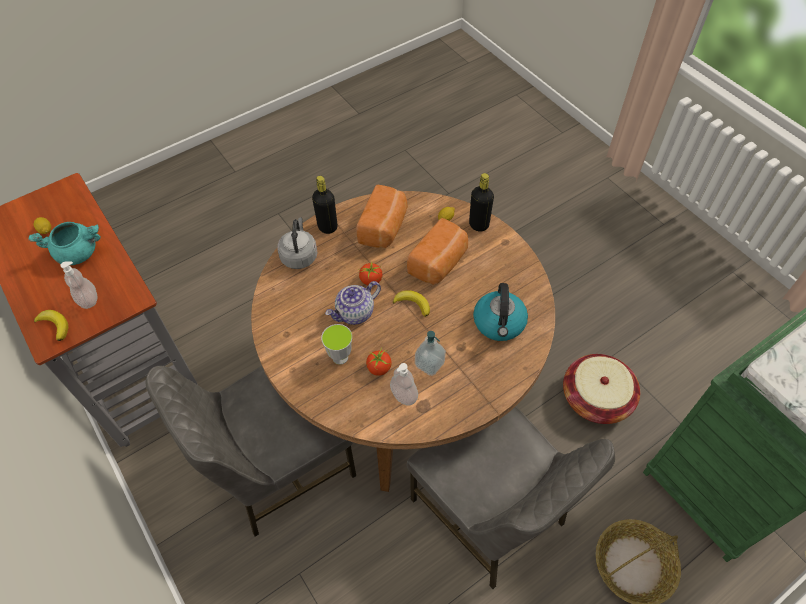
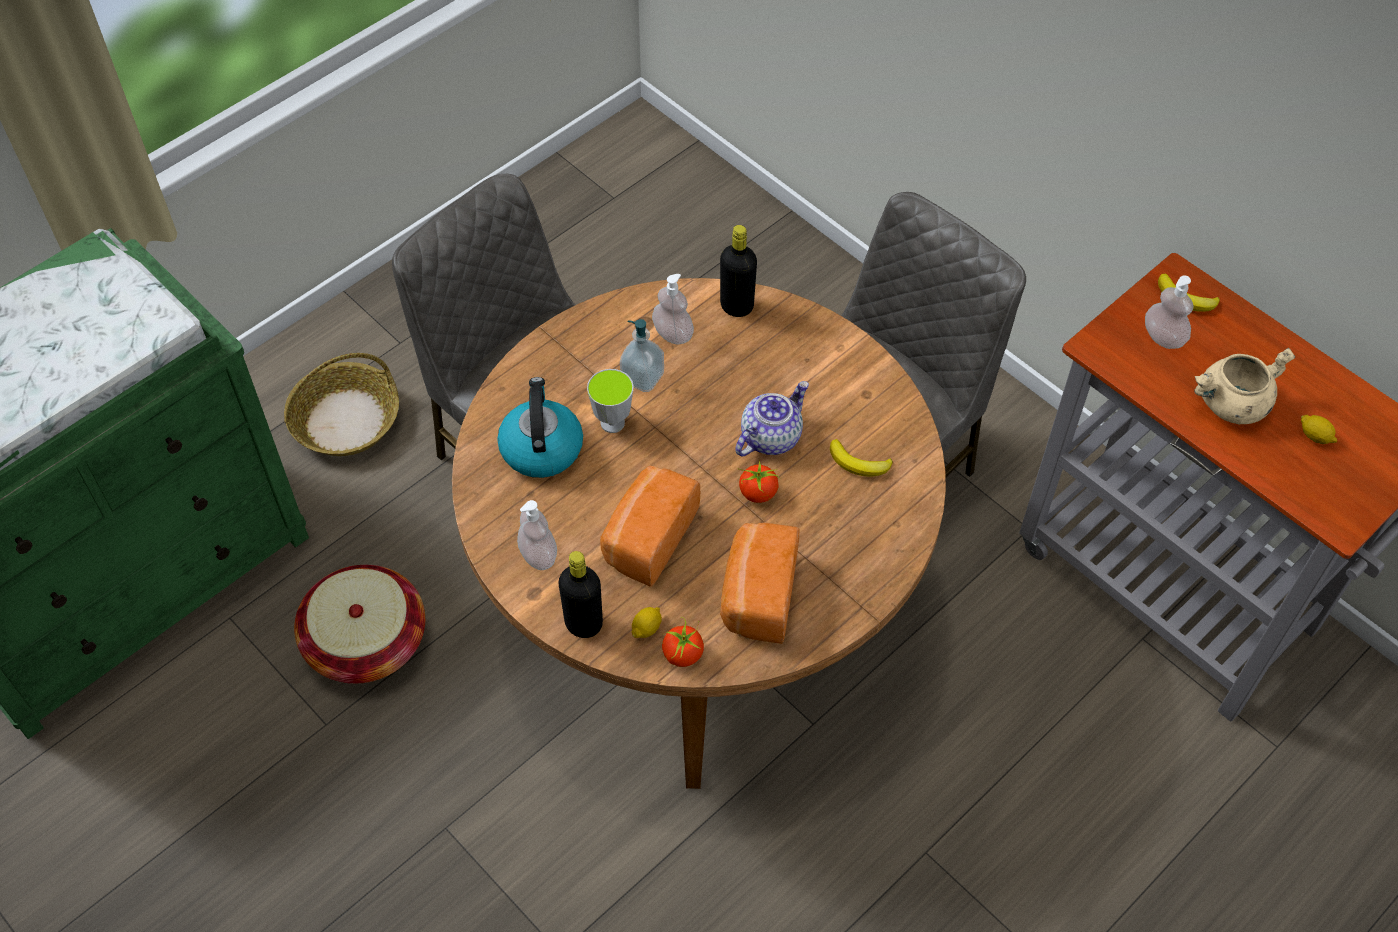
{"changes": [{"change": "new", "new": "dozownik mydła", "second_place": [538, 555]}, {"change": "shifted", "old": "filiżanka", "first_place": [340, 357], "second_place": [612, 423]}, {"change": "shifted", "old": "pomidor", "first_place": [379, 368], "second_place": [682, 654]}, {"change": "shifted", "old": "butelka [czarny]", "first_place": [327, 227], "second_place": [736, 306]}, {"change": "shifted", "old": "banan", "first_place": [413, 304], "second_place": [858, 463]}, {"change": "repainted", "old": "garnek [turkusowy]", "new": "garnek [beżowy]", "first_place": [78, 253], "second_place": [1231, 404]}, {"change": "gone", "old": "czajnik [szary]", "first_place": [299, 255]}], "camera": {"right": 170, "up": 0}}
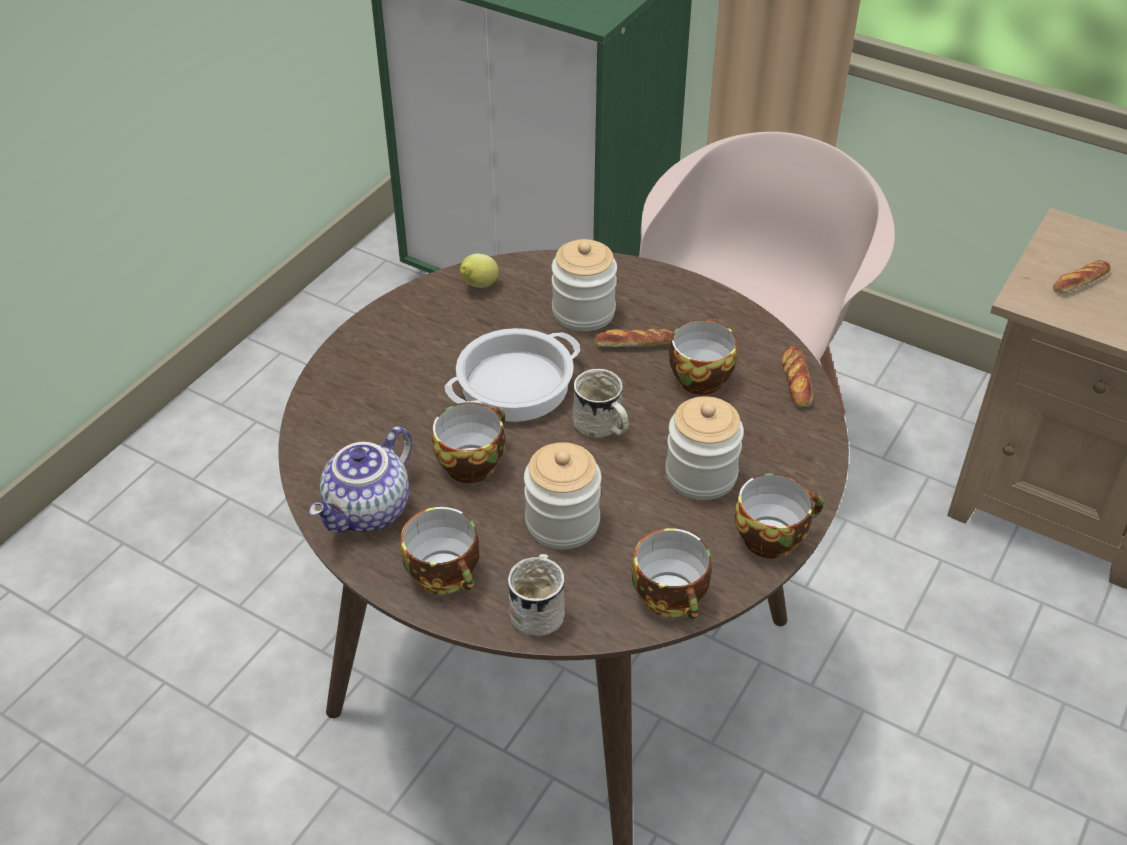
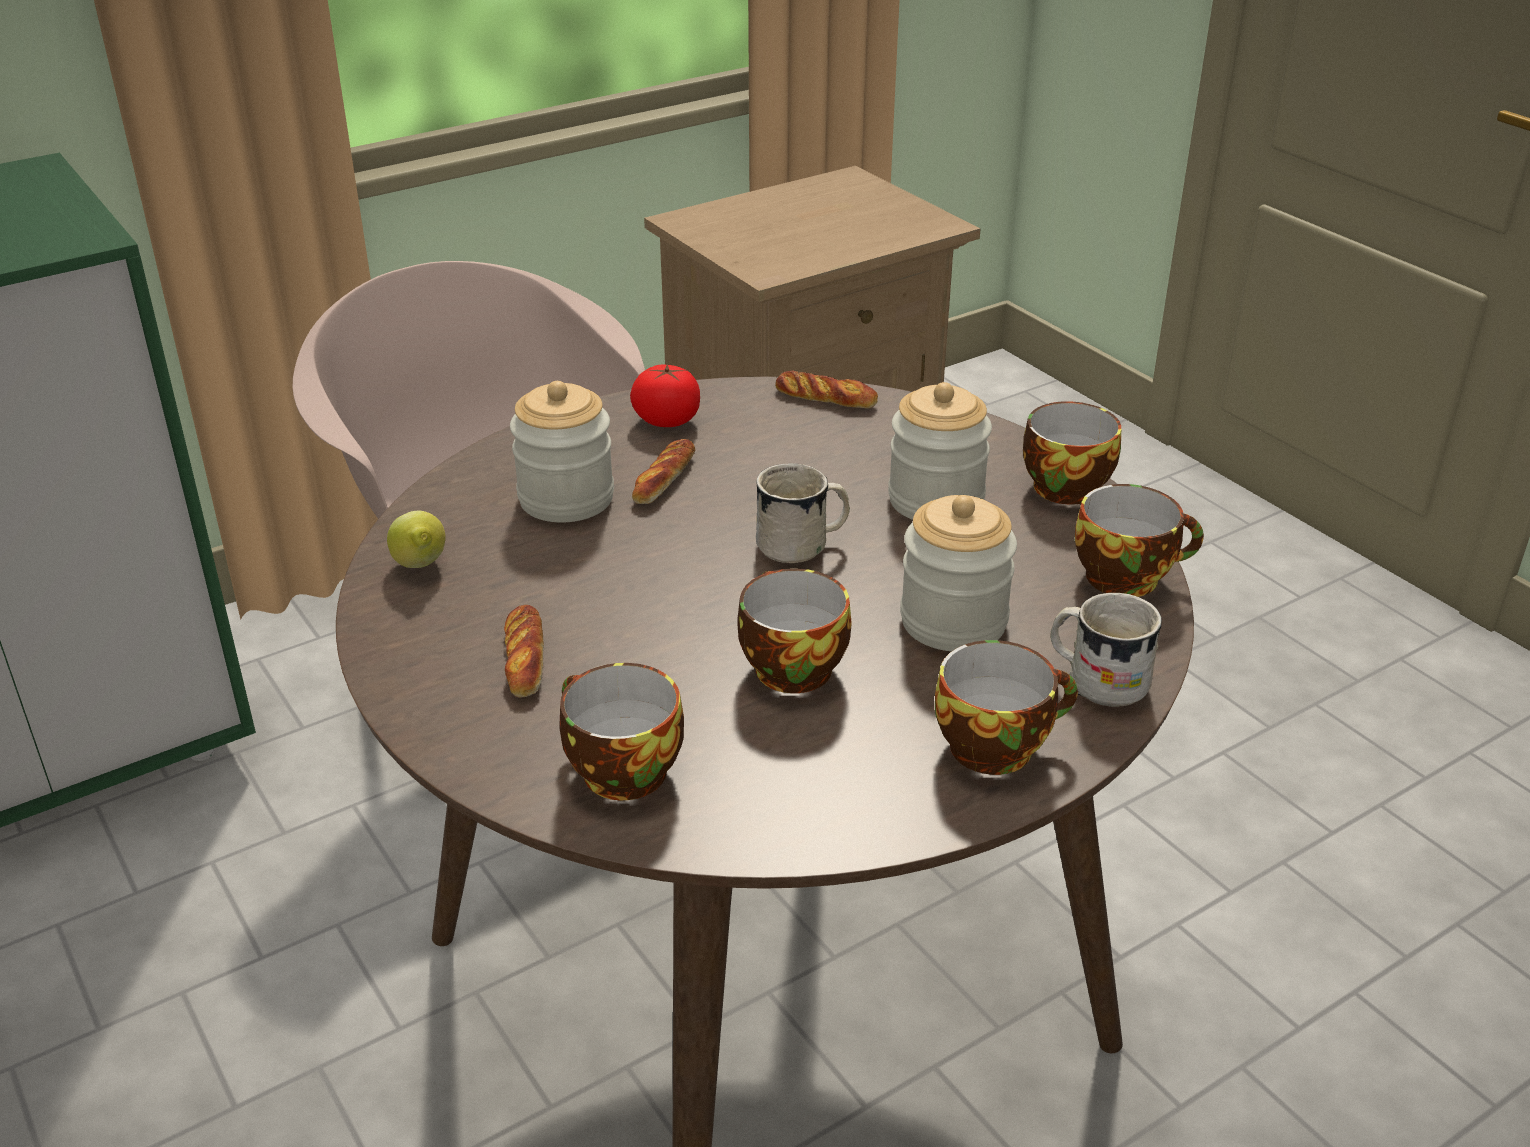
{"changes": [{"change": "shifted", "old": "chleb", "first_place": [1080, 281], "second_place": [525, 658]}, {"change": "shifted", "old": "filiżanka", "first_place": [699, 376], "second_place": [617, 771]}, {"change": "new", "new": "pomidor", "second_place": [667, 420]}, {"change": "gone", "old": "imbryk", "first_place": [369, 512]}, {"change": "gone", "old": "garnek", "first_place": [515, 384]}], "camera": {"right": -65, "up": -10}}
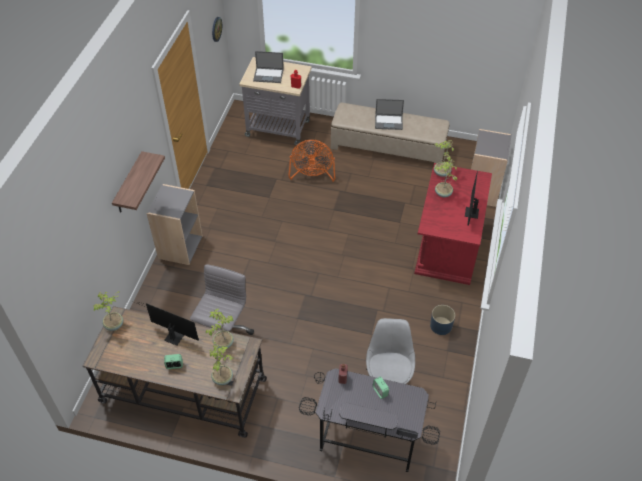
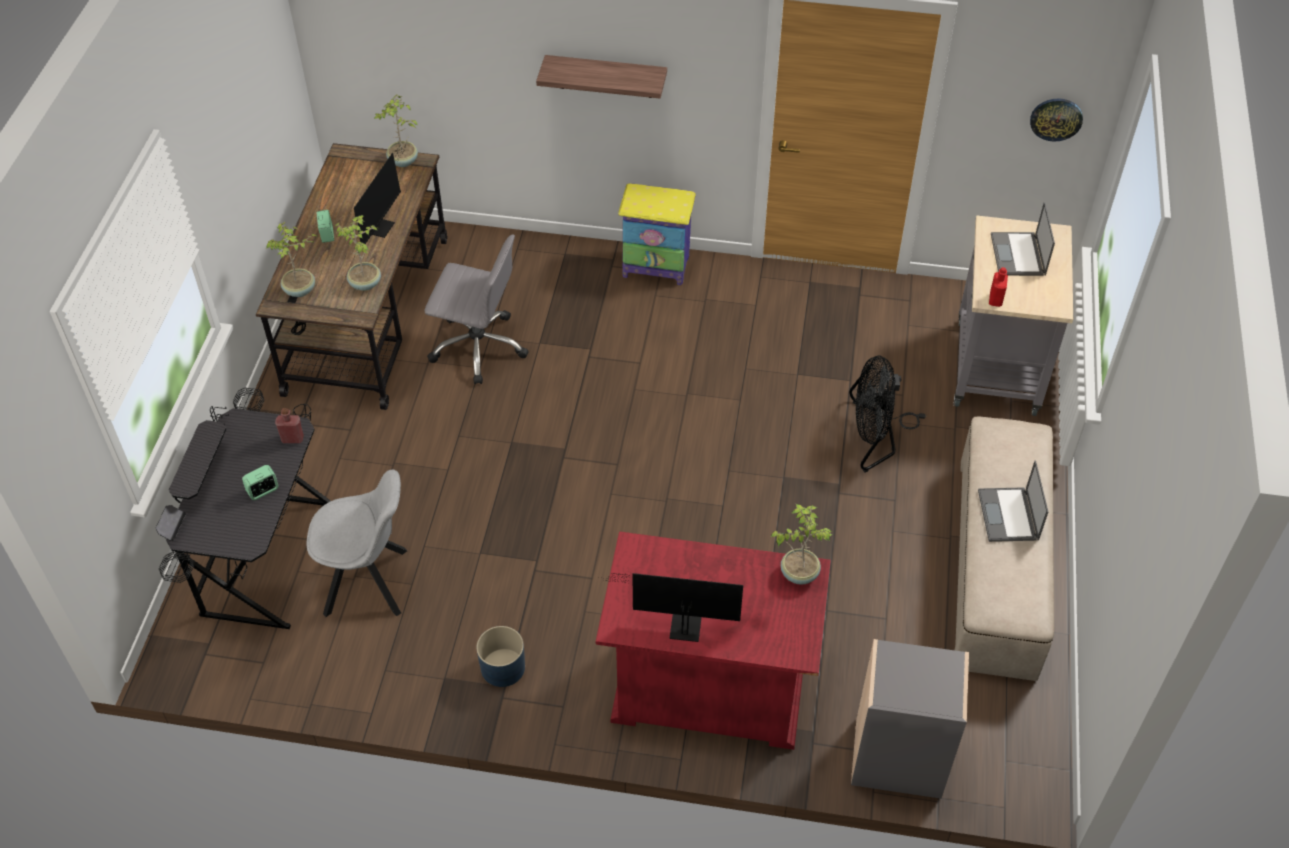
{"changes": [{"change": "swapped", "old": "regał [szary]", "new": "szafka nocna", "first_place": [180, 246], "second_place": [657, 268]}, {"change": "repainted", "old": "wentylator [pomarańczowy]", "new": "wentylator [czarny]", "first_place": [311, 173], "second_place": [877, 433]}, {"change": "gone", "old": "roślina doniczkowa", "first_place": [443, 194]}], "camera": {"right": 85, "up": 0}}
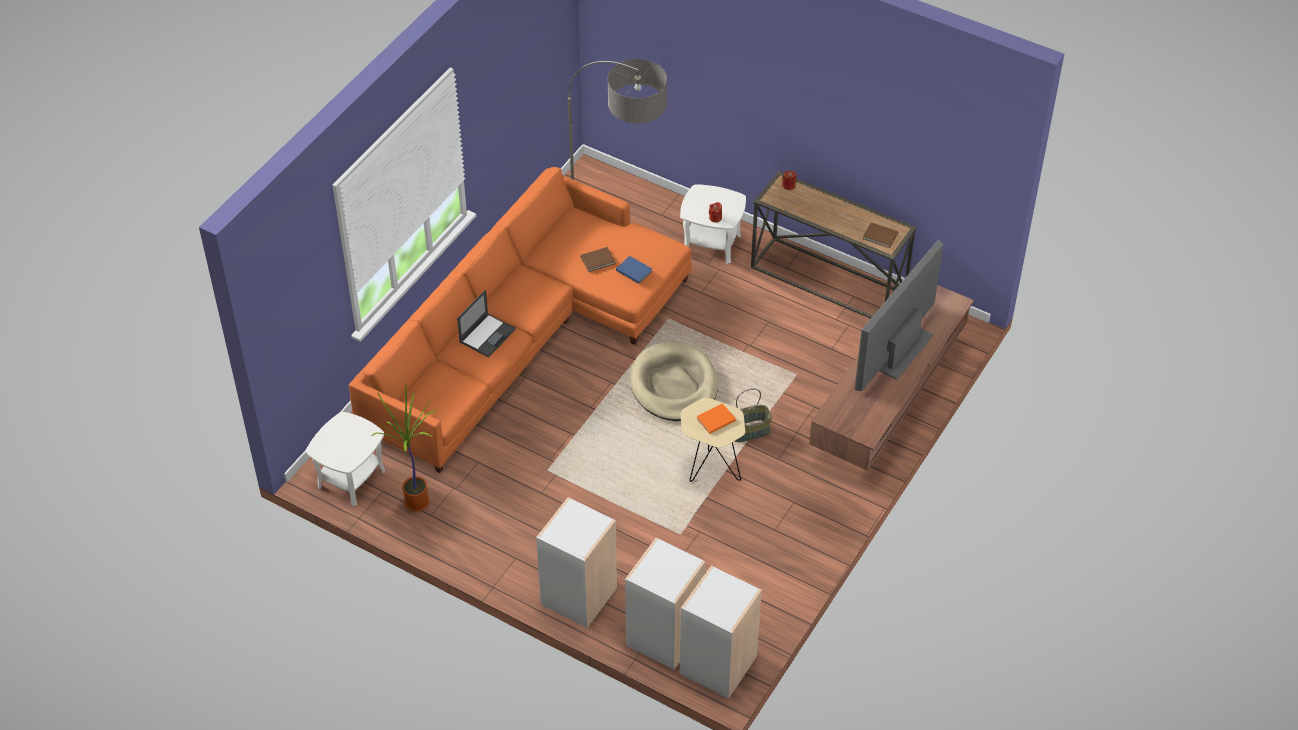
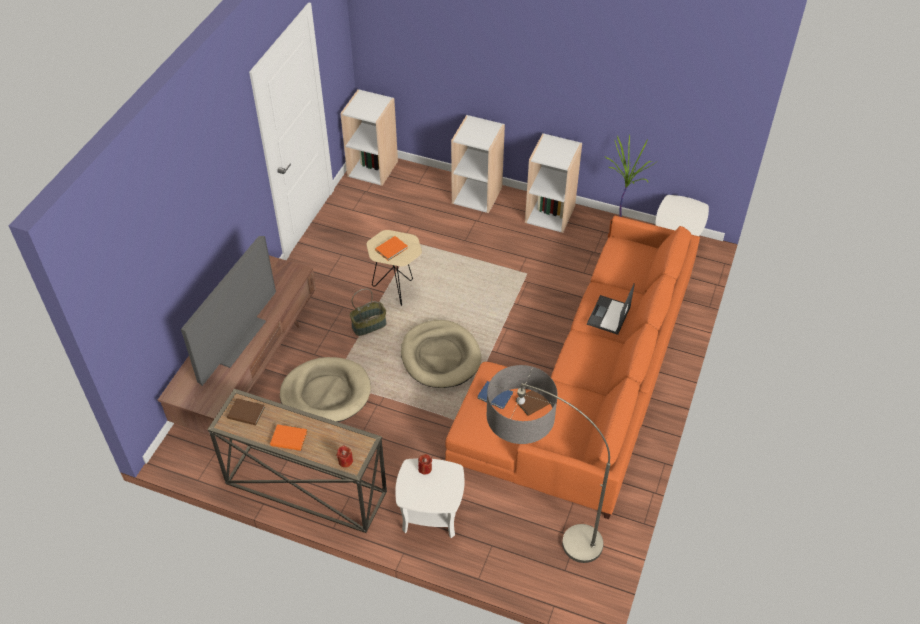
{"changes": [{"change": "new", "new": "książka [pomarańczowy]", "second_place": [288, 438]}, {"change": "new", "new": "legowisko [beżowy]", "second_place": [326, 393]}, {"change": "shifted", "old": "regał", "first_place": [664, 636], "second_place": [550, 214]}], "camera": {"right": 170, "up": 0}}
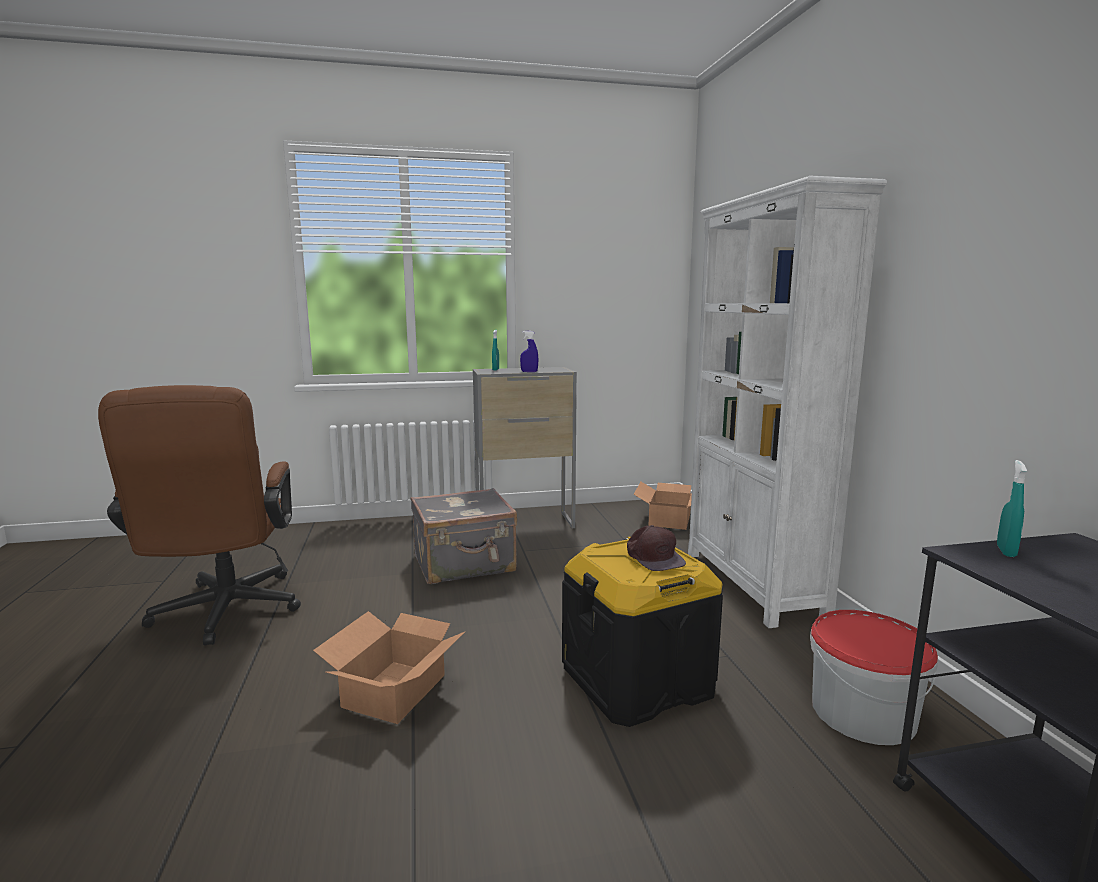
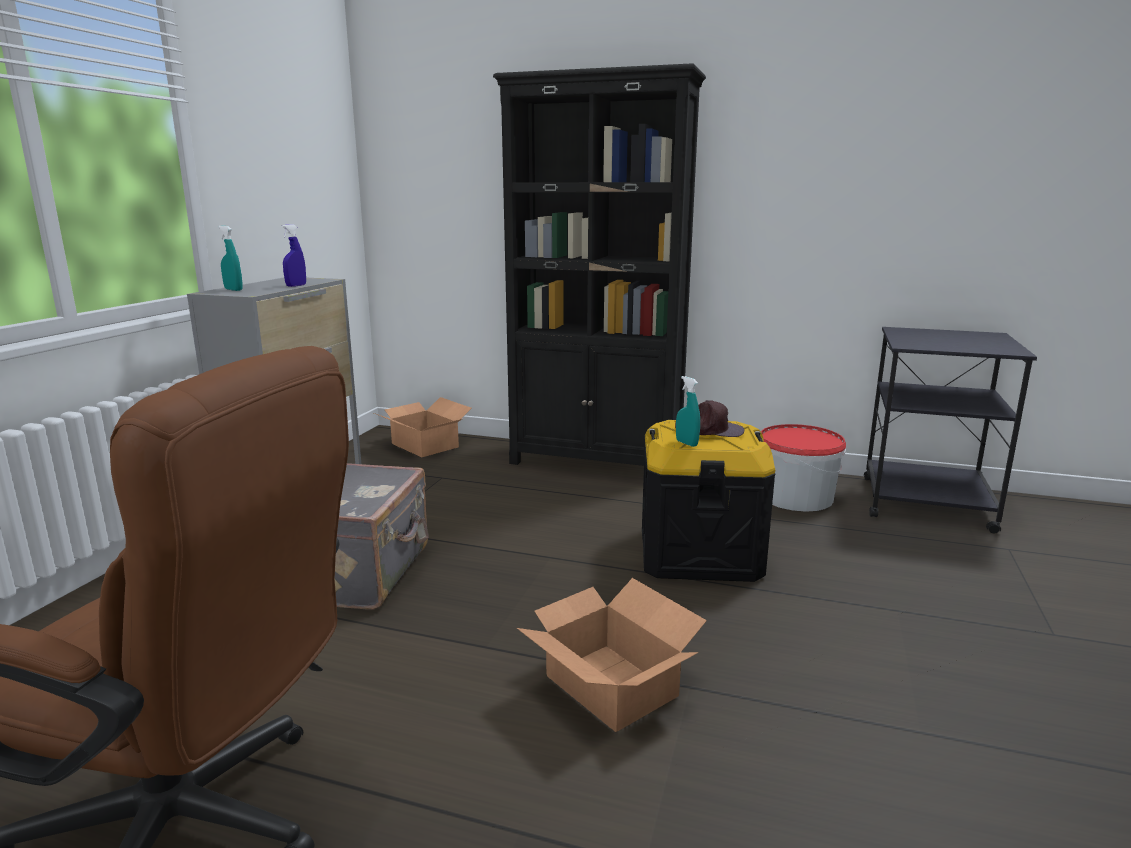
{"changes": [{"change": "repainted", "old": "regał [biały]", "new": "regał [czarny]", "first_place": [753, 584], "second_place": [596, 462]}, {"change": "shifted", "old": "spryskiwacz [turkusowy]", "first_place": [1006, 551], "second_place": [686, 443]}], "camera": {"right": -60, "up": 5}}
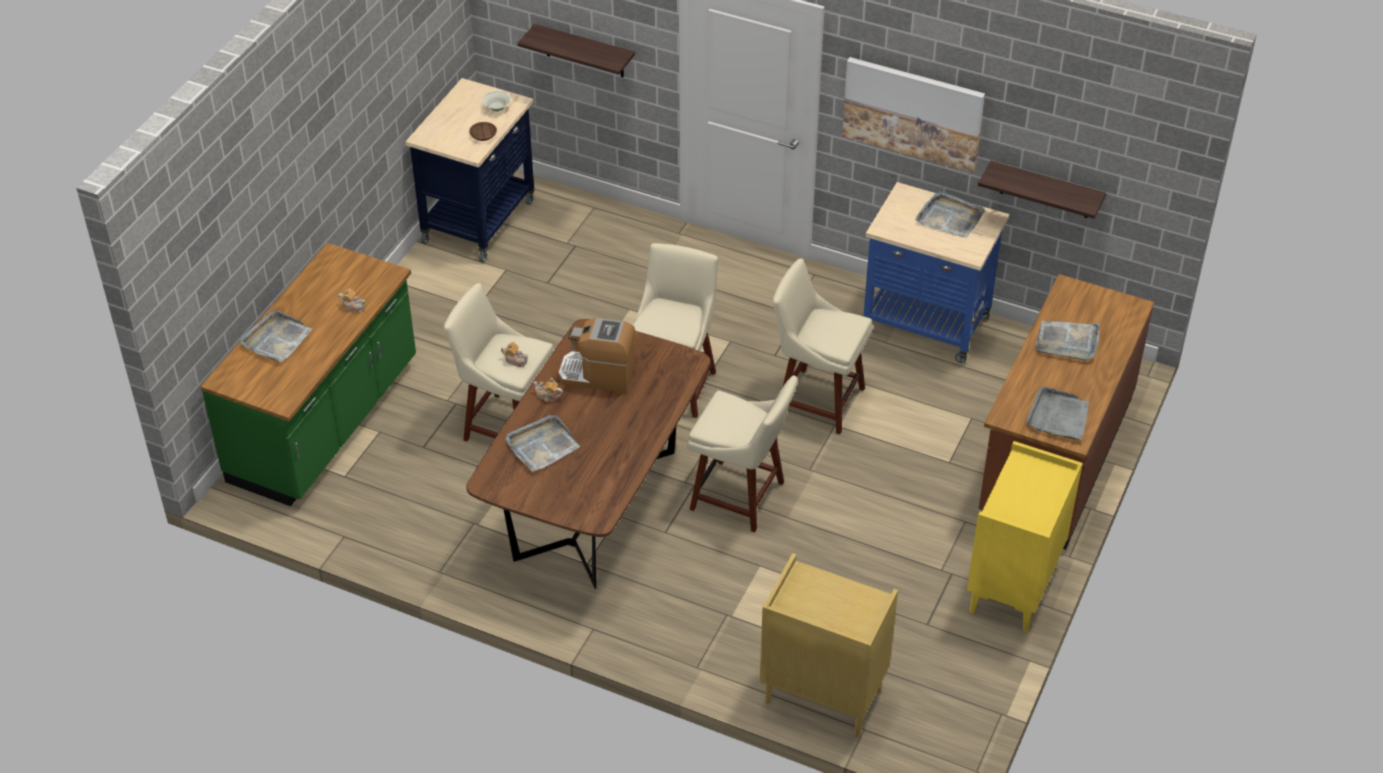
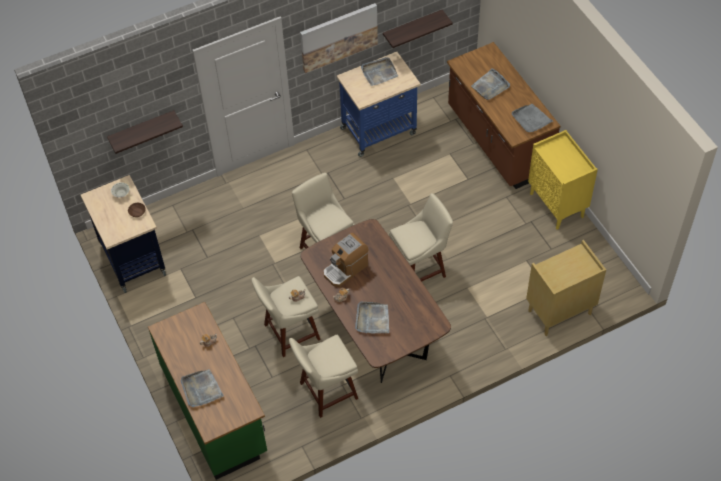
{"changes": [{"change": "shifted", "old": "stołek [beżowy]", "first_place": [816, 399], "second_place": [326, 391]}], "camera": {"right": -50, "up": 10}}
